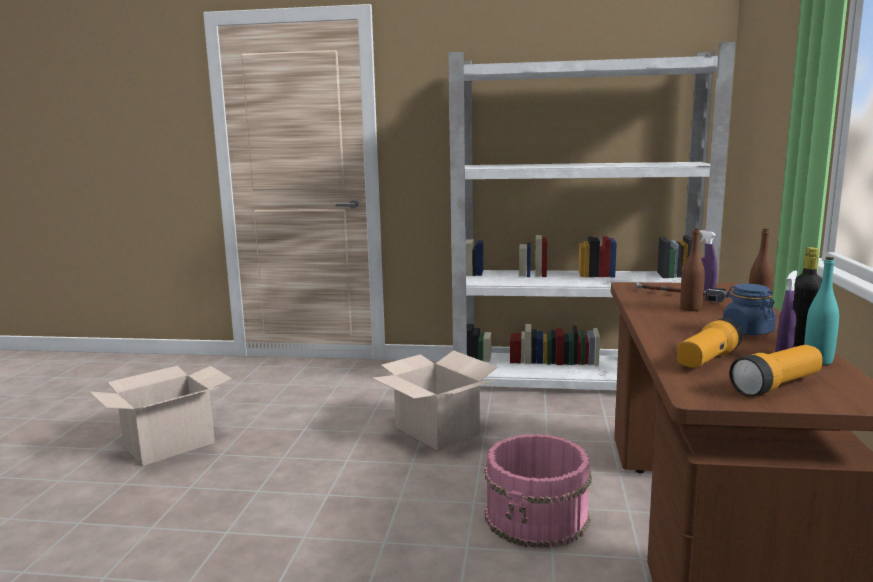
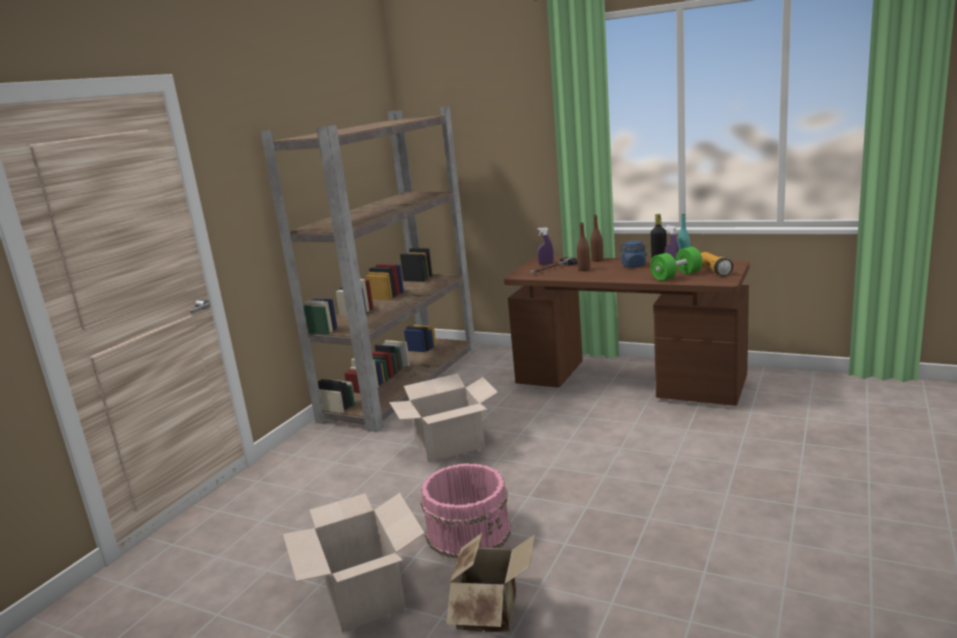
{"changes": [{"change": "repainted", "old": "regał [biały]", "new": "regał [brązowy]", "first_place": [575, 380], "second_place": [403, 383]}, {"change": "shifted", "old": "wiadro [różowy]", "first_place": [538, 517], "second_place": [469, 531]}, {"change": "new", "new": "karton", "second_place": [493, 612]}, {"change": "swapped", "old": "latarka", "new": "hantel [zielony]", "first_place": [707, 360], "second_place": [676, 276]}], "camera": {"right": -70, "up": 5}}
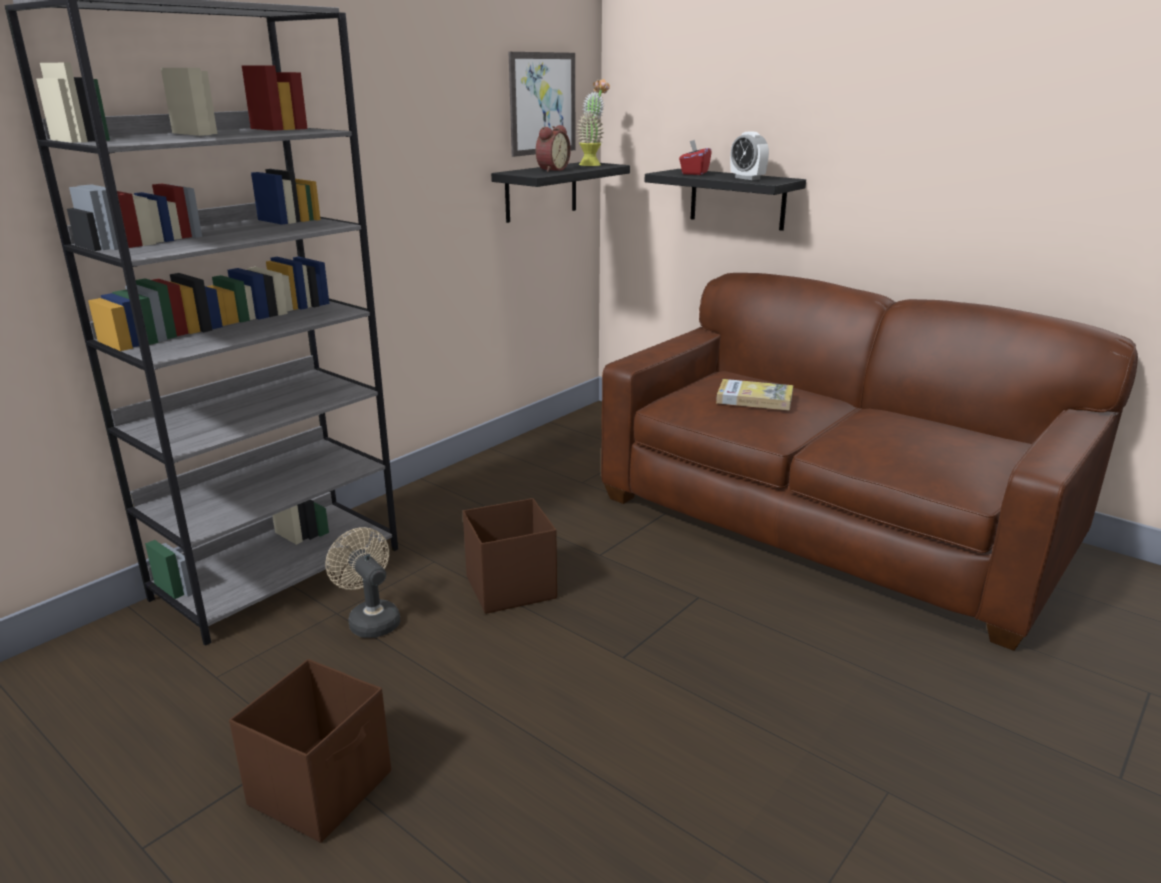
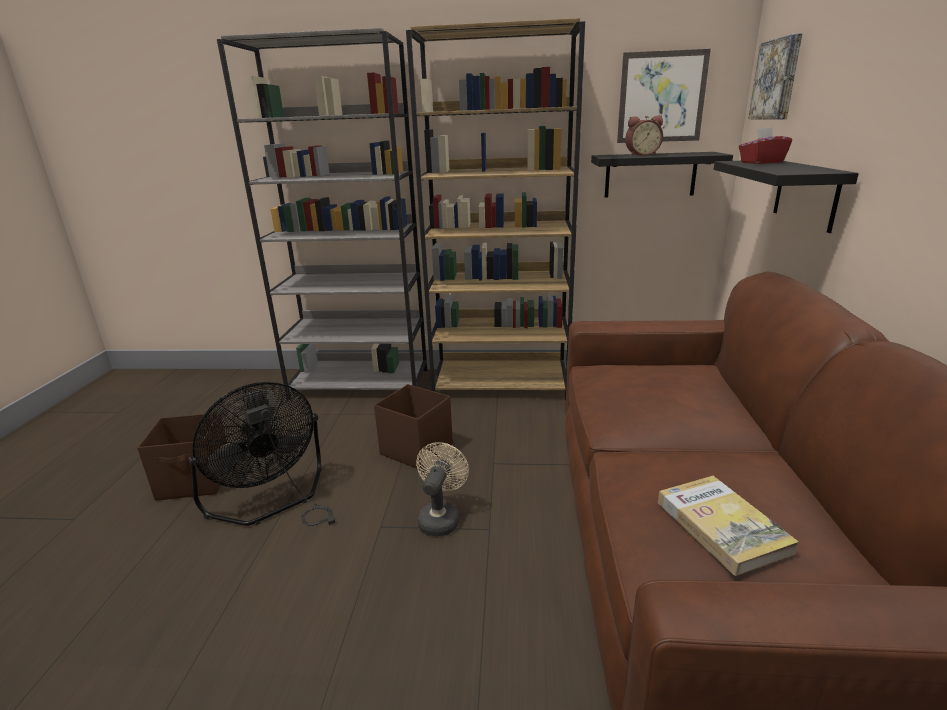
{"changes": [{"change": "new", "new": "wentylator [czarny]", "second_place": [279, 501]}, {"change": "new", "new": "regał [brązowy]", "second_place": [501, 383]}, {"change": "shifted", "old": "wentylator [beżowy]", "first_place": [370, 619], "second_place": [441, 517]}, {"change": "shifted", "old": "książka", "first_place": [754, 398], "second_place": [721, 526]}, {"change": "new", "new": "obraz", "second_place": [777, 79]}, {"change": "gone", "old": "roślina doniczkowa", "first_place": [593, 164]}, {"change": "gone", "old": "budzik", "first_place": [747, 178]}], "camera": {"right": 55, "up": 0}}
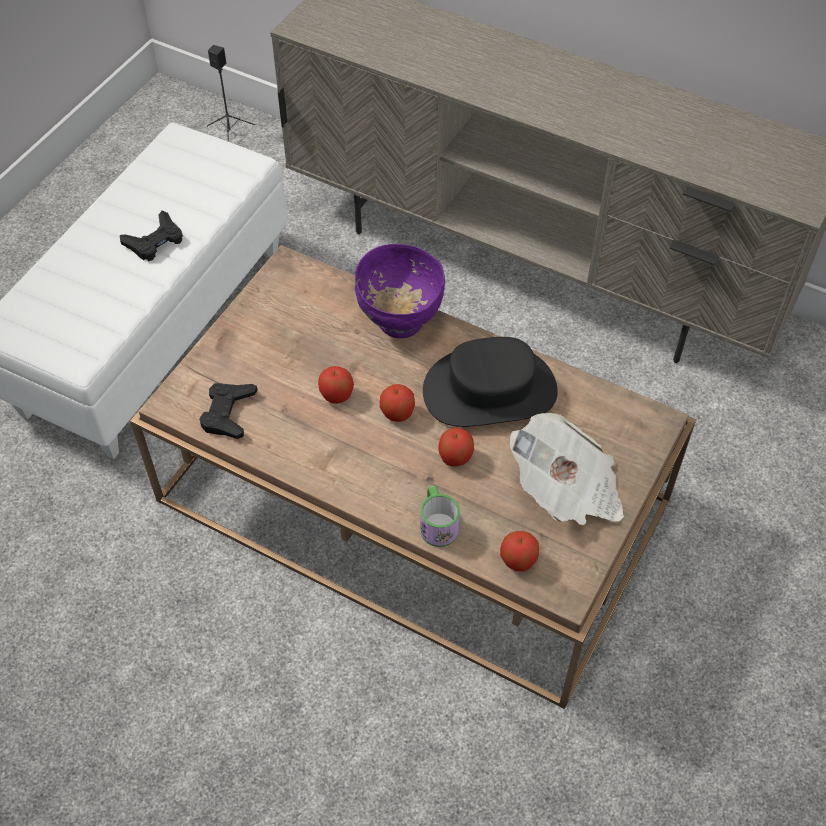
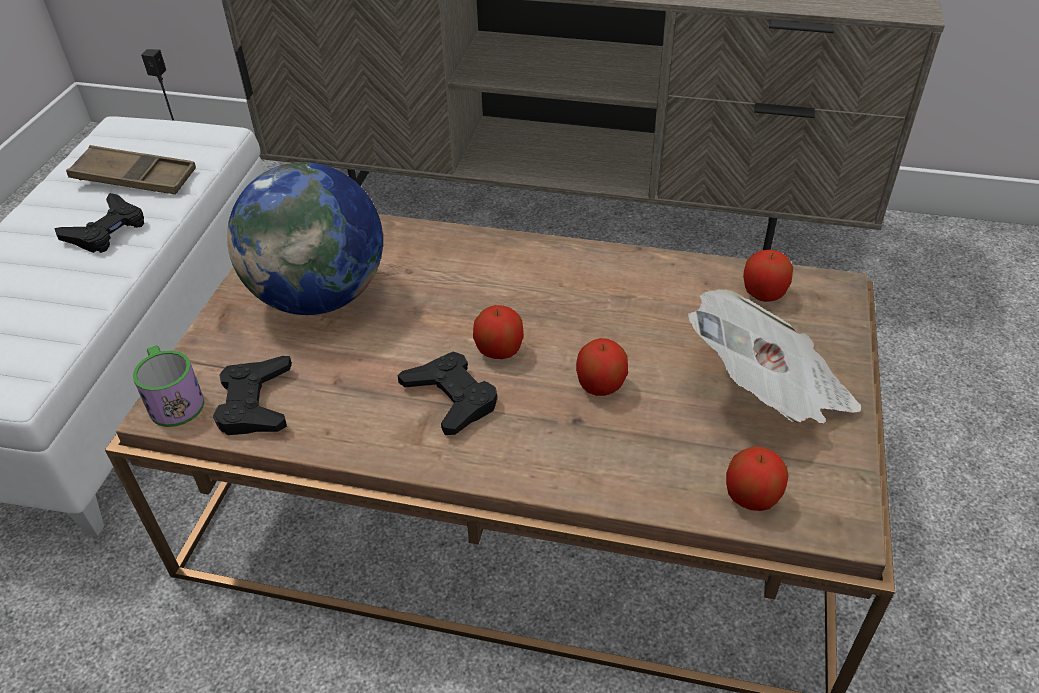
{"changes": [{"change": "new", "new": "taca [brązowy]", "second_place": [135, 178]}, {"change": "shifted", "old": "kubek", "first_place": [437, 523], "second_place": [174, 399]}, {"change": "new", "new": "globus", "second_place": [320, 296]}, {"change": "new", "new": "pad do gier [czarny]", "second_place": [451, 398]}, {"change": "shifted", "old": "jabłko", "first_place": [336, 395], "second_place": [763, 294]}, {"change": "gone", "old": "miska [fioletowy]", "first_place": [399, 322]}, {"change": "gone", "old": "kapelusz [czarny]", "first_place": [490, 390]}], "camera": {"right": -15, "up": -10}}
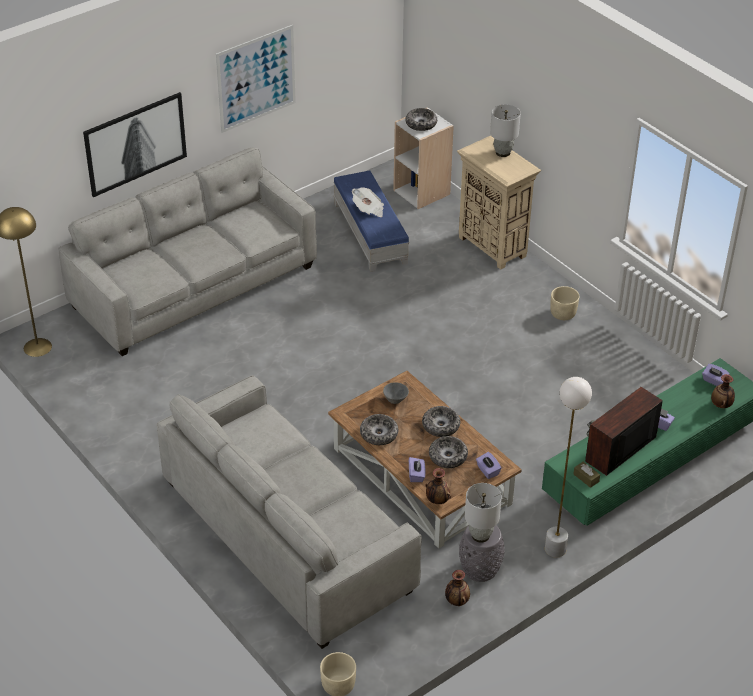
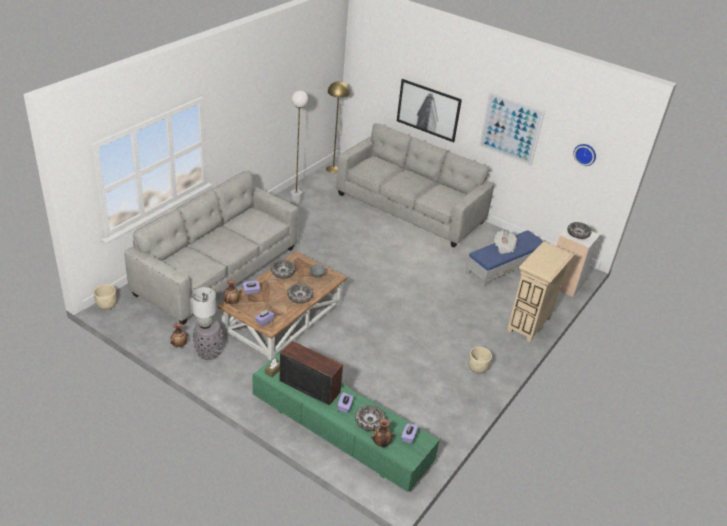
{"changes": [{"change": "shifted", "old": "lampa stojąca [biały]", "first_place": [555, 549], "second_place": [295, 201]}, {"change": "shifted", "old": "miska", "first_place": [448, 456], "second_place": [369, 421]}, {"change": "new", "new": "zegar ścienny", "second_place": [585, 154]}, {"change": "gone", "old": "lampa stołowa [biały]", "first_place": [502, 152]}], "camera": {"right": 70, "up": -5}}
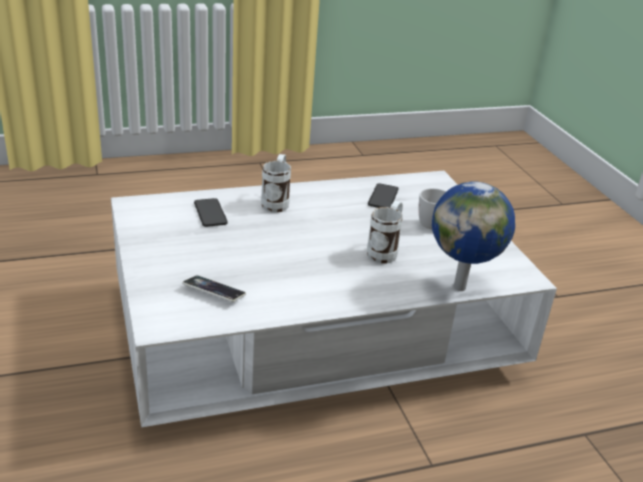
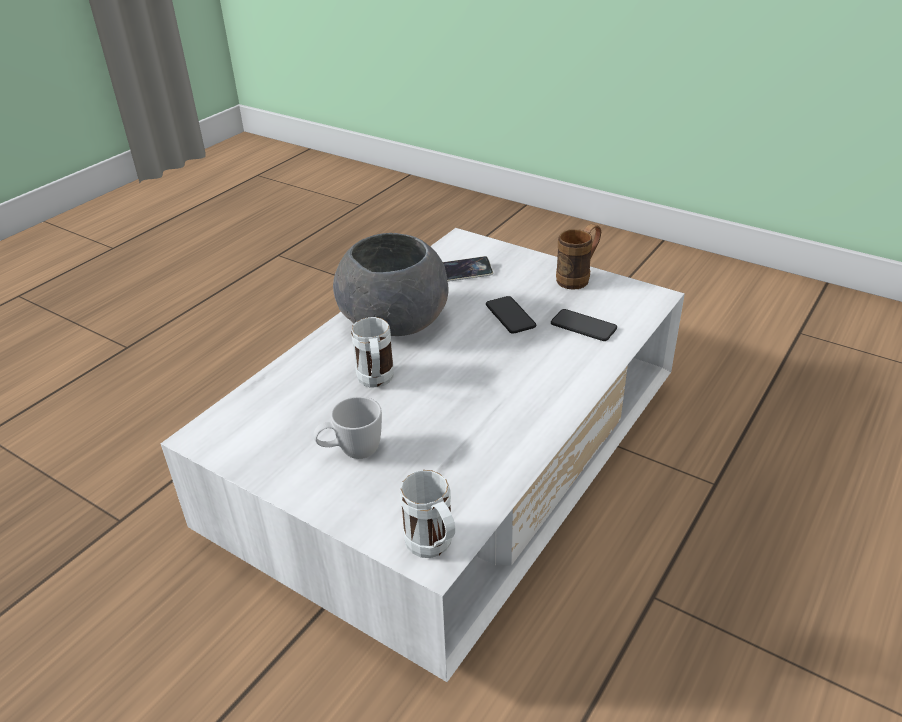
{"changes": [{"change": "new", "new": "miska [szary]", "second_place": [392, 321]}, {"change": "shifted", "old": "kubek [biały]", "first_place": [277, 202], "second_place": [433, 548]}, {"change": "shifted", "old": "telefon", "first_place": [383, 197], "second_place": [510, 316]}, {"change": "new", "new": "kubek [brązowy]", "second_place": [578, 278]}, {"change": "gone", "old": "globus", "first_place": [461, 286]}], "camera": {"right": 145, "up": 5}}
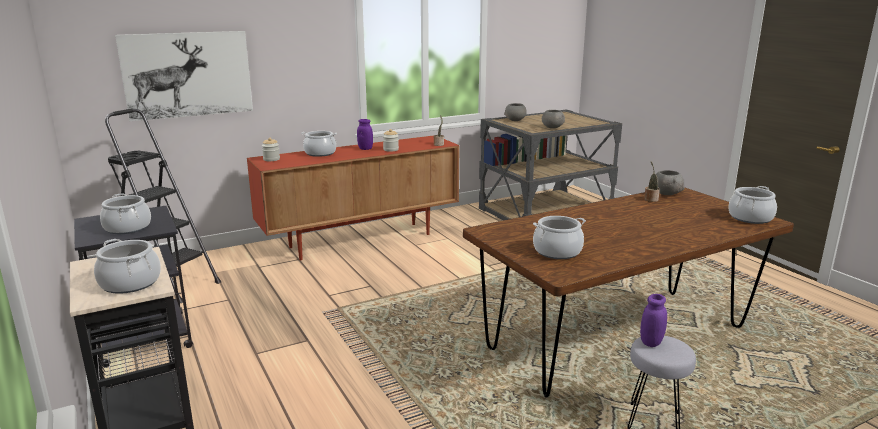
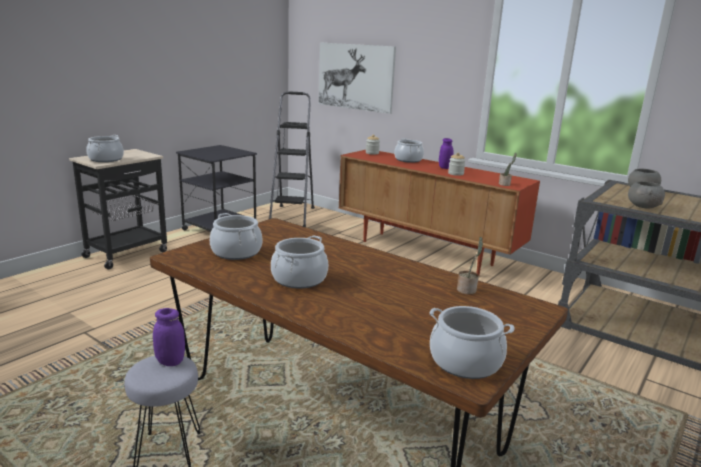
{"changes": [{"change": "shifted", "old": "garnek", "first_place": [128, 228], "second_place": [299, 279]}, {"change": "gone", "old": "miska [szary]", "first_place": [666, 193]}], "camera": {"right": 65, "up": 0}}
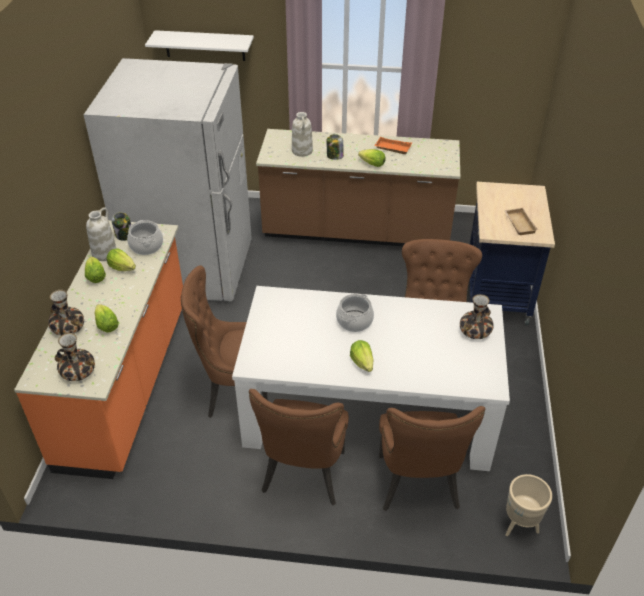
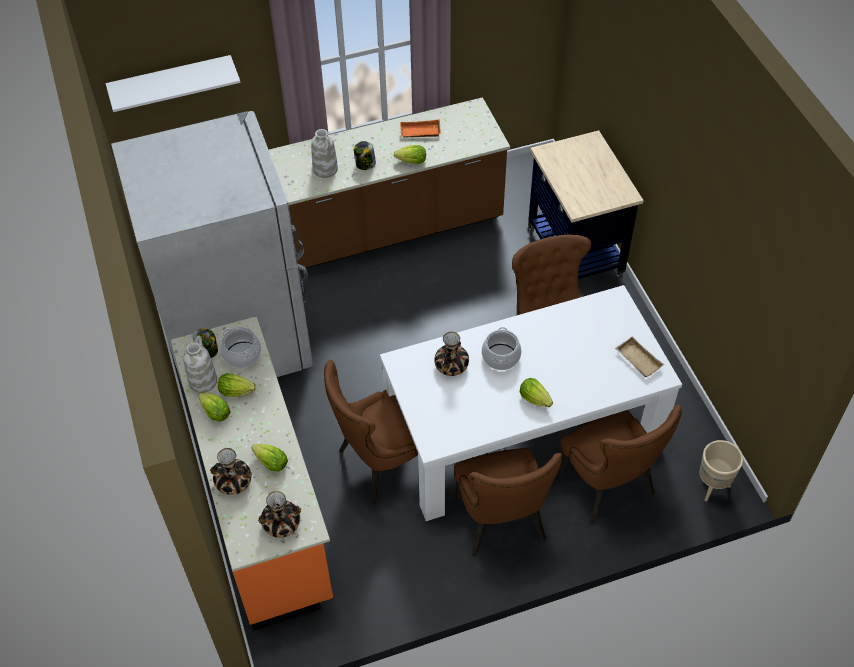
{"changes": [{"change": "shifted", "old": "wazon", "first_place": [474, 331], "second_place": [451, 366]}, {"change": "shifted", "old": "taca [beżowy]", "first_place": [518, 224], "second_place": [637, 360]}], "camera": {"right": -25, "up": 10}}
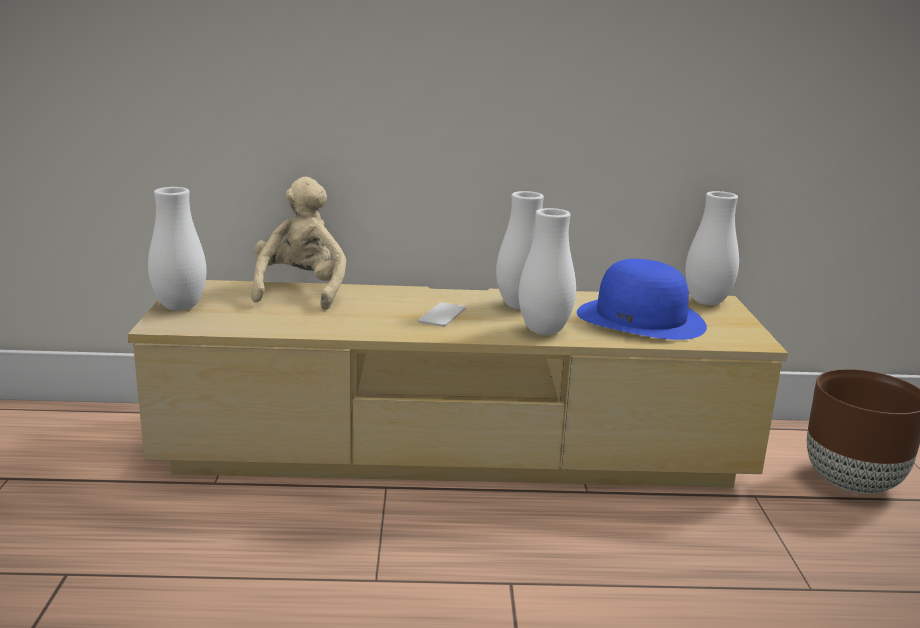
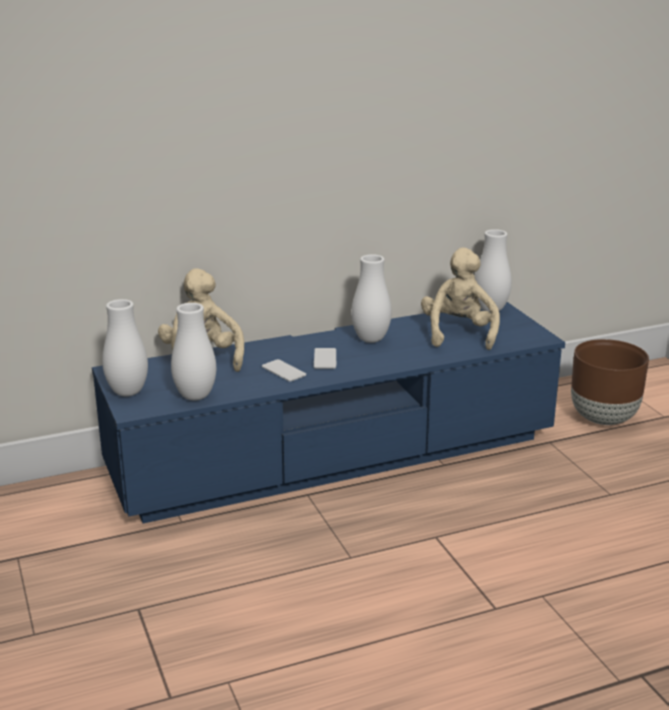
{"changes": [{"change": "repainted", "old": "szafka pod telewizor [beżowy]", "new": "szafka pod telewizor [niebieski]", "first_place": [455, 450], "second_place": [335, 456]}, {"change": "shifted", "old": "wazon [biały]", "first_place": [544, 331], "second_place": [195, 396]}, {"change": "new", "new": "telefon", "second_place": [283, 371]}, {"change": "swapped", "old": "kapelusz [niebieski]", "new": "pluszak [beżowy]", "first_place": [641, 319], "second_place": [458, 334]}], "camera": {"right": -20, "up": 5}}
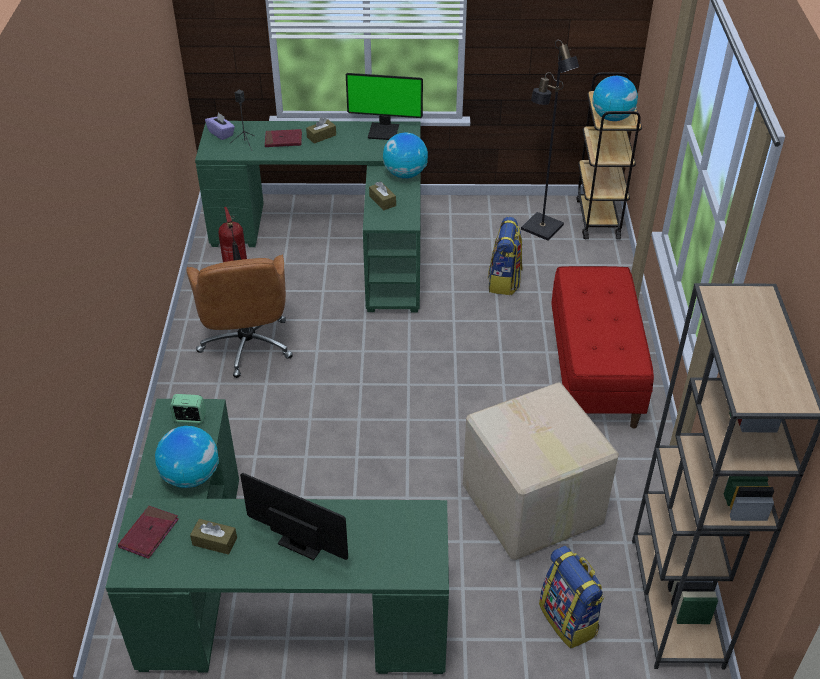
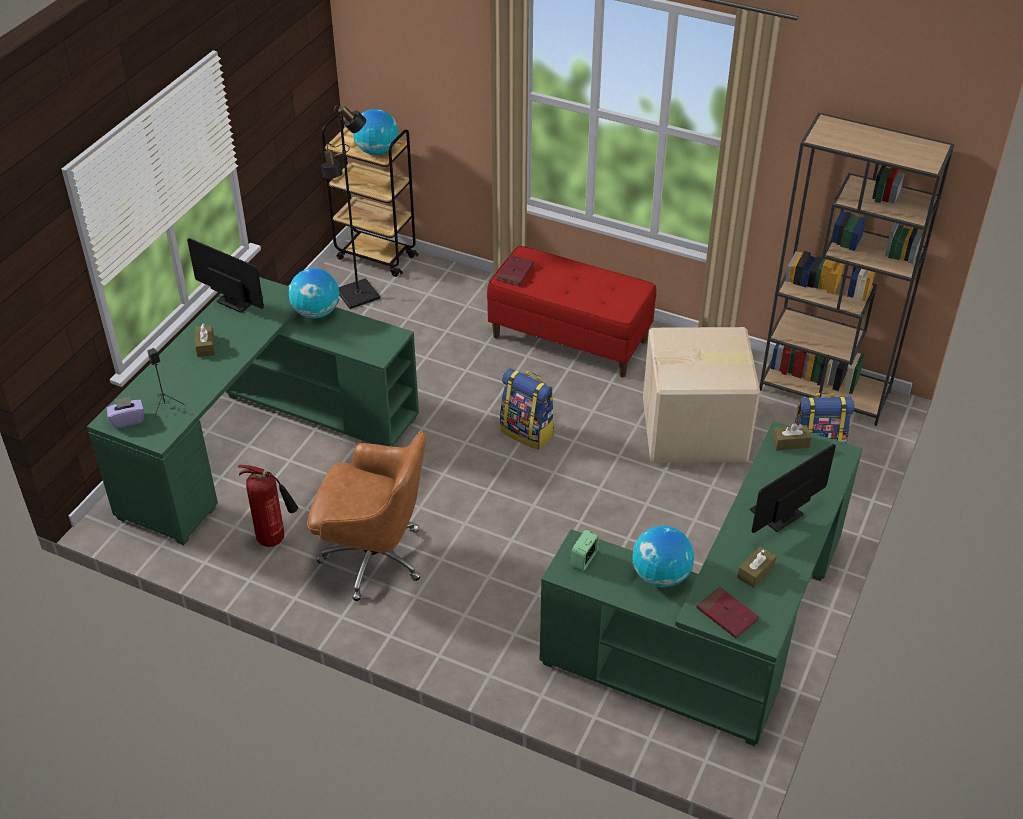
{"changes": [{"change": "rotated", "old": "monitor", "first_place": [384, 131], "second_place": [237, 300], "degrees": -90}, {"change": "shifted", "old": "książka [czerwony]", "first_place": [283, 140], "second_place": [515, 272]}, {"change": "shifted", "old": "plecak", "first_place": [504, 281], "second_place": [528, 432]}, {"change": "shifted", "old": "pudełko chusteczek [brązowy]", "first_place": [382, 201], "second_place": [790, 443]}], "camera": {"right": -65, "up": 0}}
